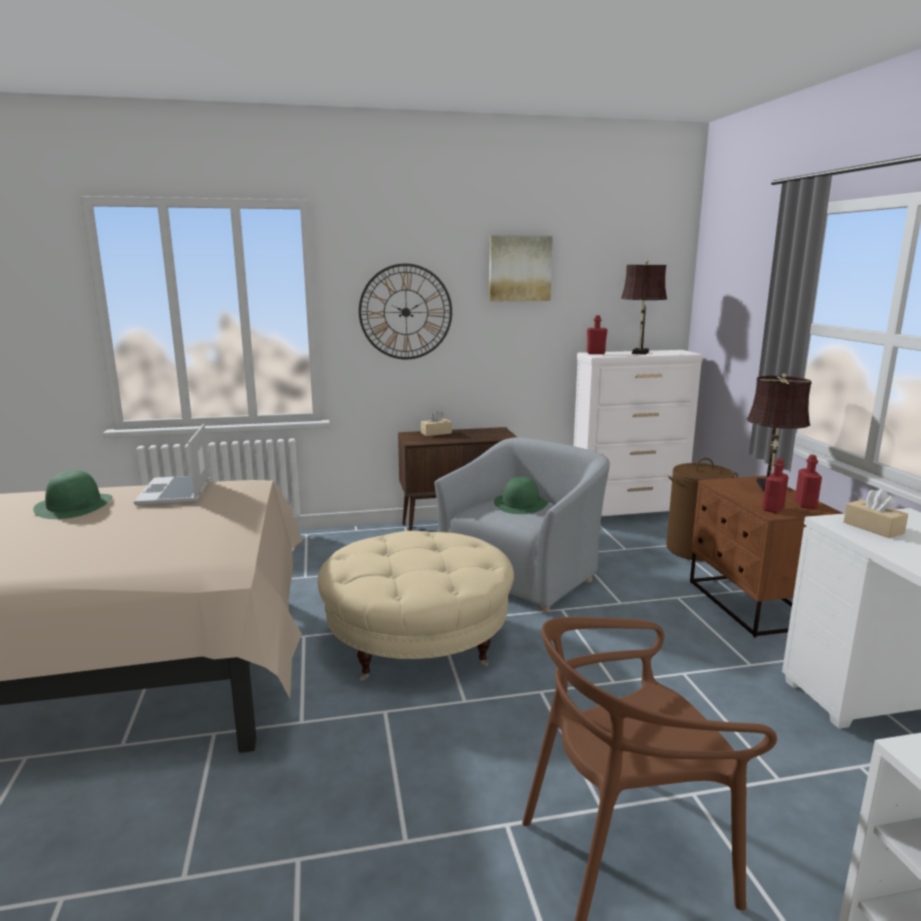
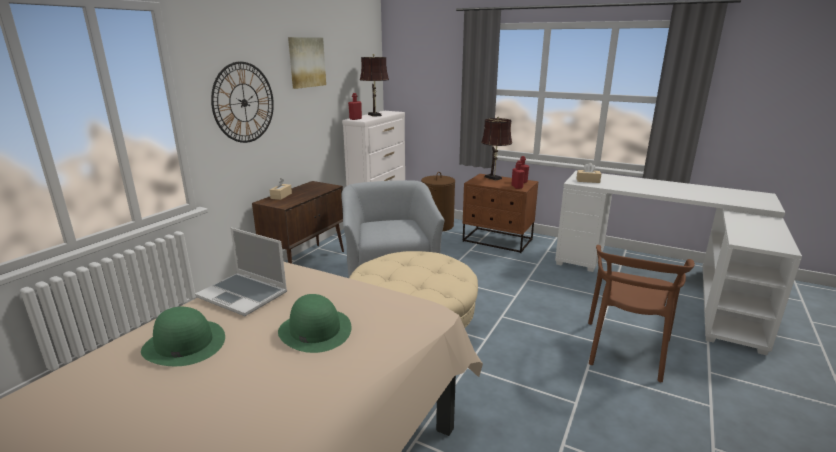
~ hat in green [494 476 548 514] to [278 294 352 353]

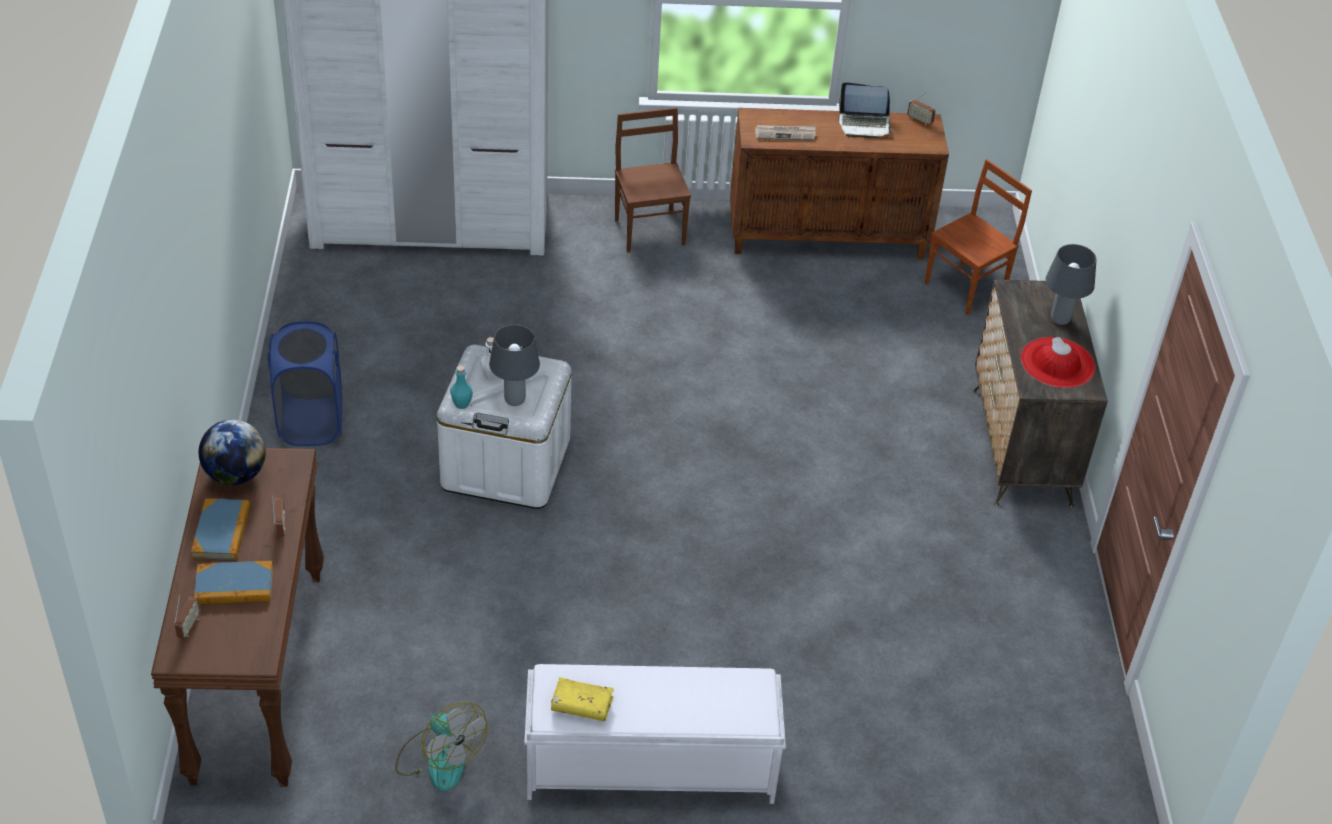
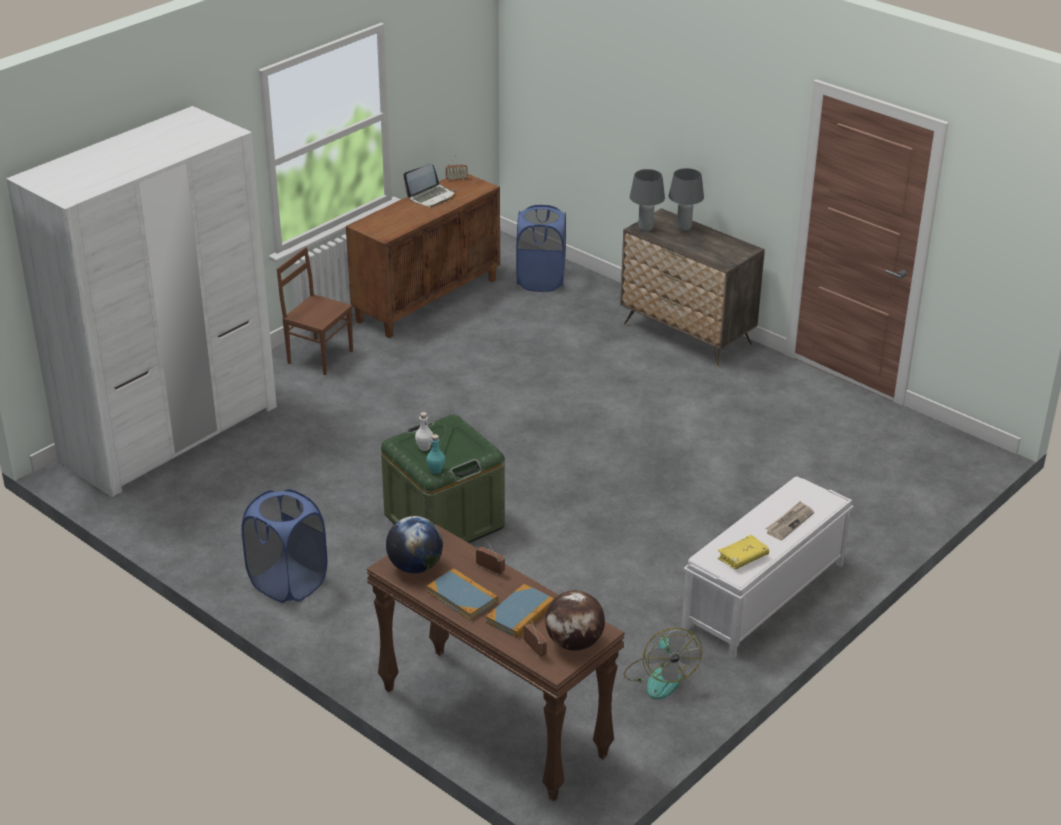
~ storage bin in whitish [437 345 571 509] to storage bin in green [381 415 505 543]
~ chair in brownish [925 159 1032 315] to washing basket in blue-coloured [516 205 566 292]
+ world globe [545 590 605 651]
~ cooling fan [395 702 487 791] = [623 628 702 699] 75 degrees clockwise
~ lamp for a table in greyish [489 324 540 406] to [630 169 665 232]
~ newspaper [755 125 816 141] to [766 501 814 541]
- hat in reddish [1021 337 1095 388]

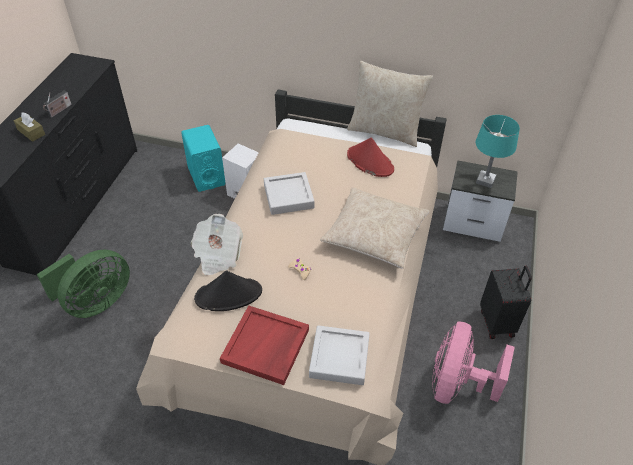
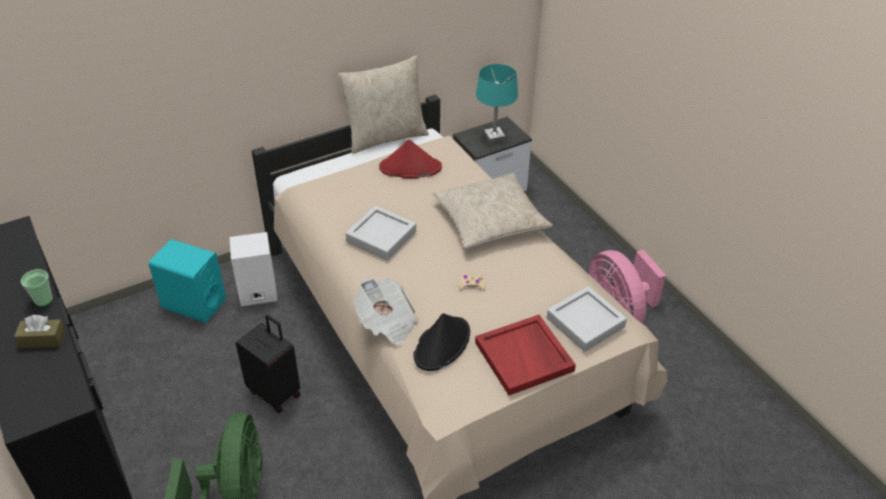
~ radio receiver [43 91 72 118] to cup [21 269 53 306]
~ suitcase in black [480 266 532 339] to [236 315 301 413]

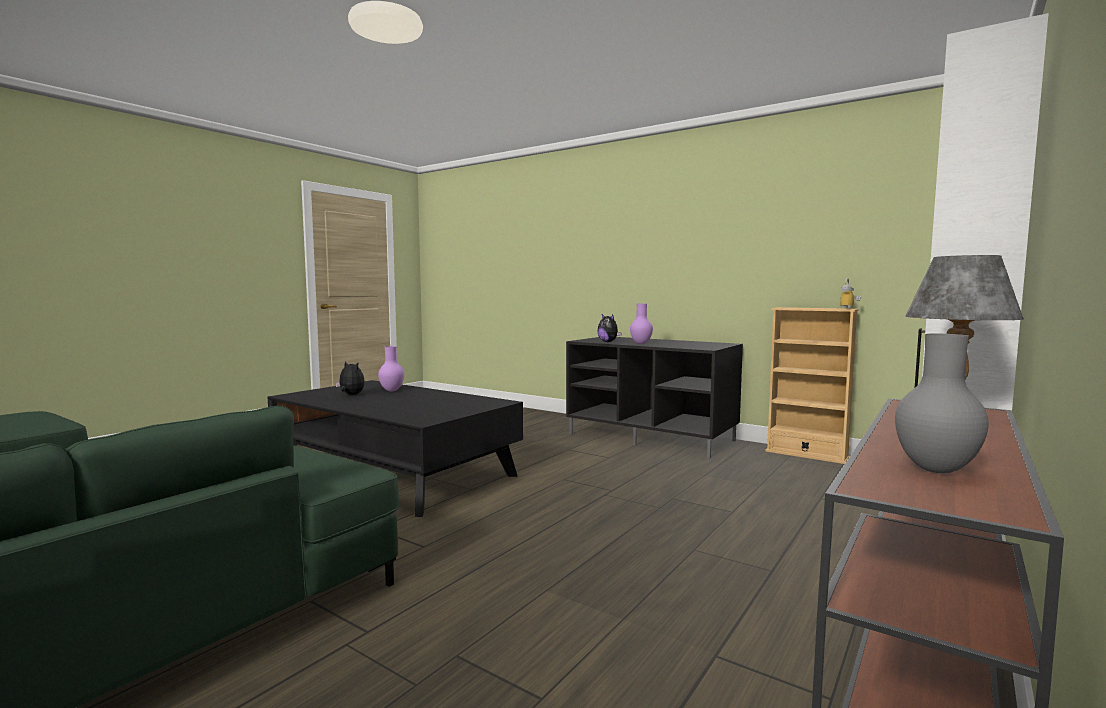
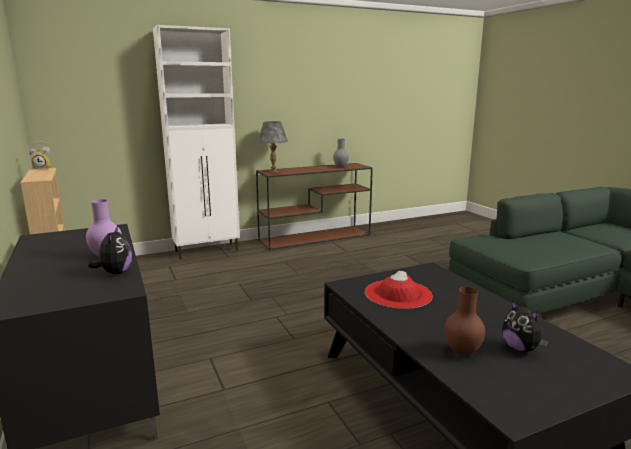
+ hat in reddish [365 271 433 309]
~ vase in purple [378 346 405 391] to vase in brownish [444 287 485 355]

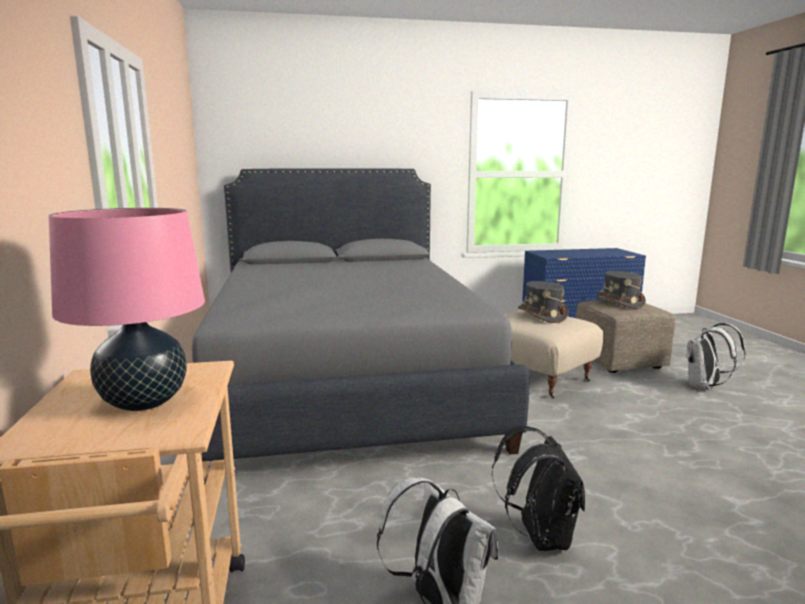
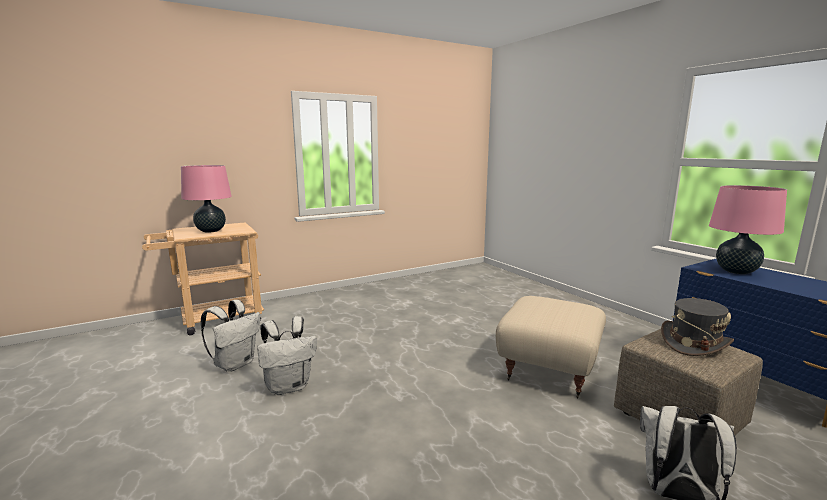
~ knapsack in black [492 426 585 551] to knapsack in whitish [257 316 317 395]
+ lamp for a table in pink [709 185 787 274]
- sleeping bed in greyish [192 168 529 484]
- hat in greyish [518 281 569 323]

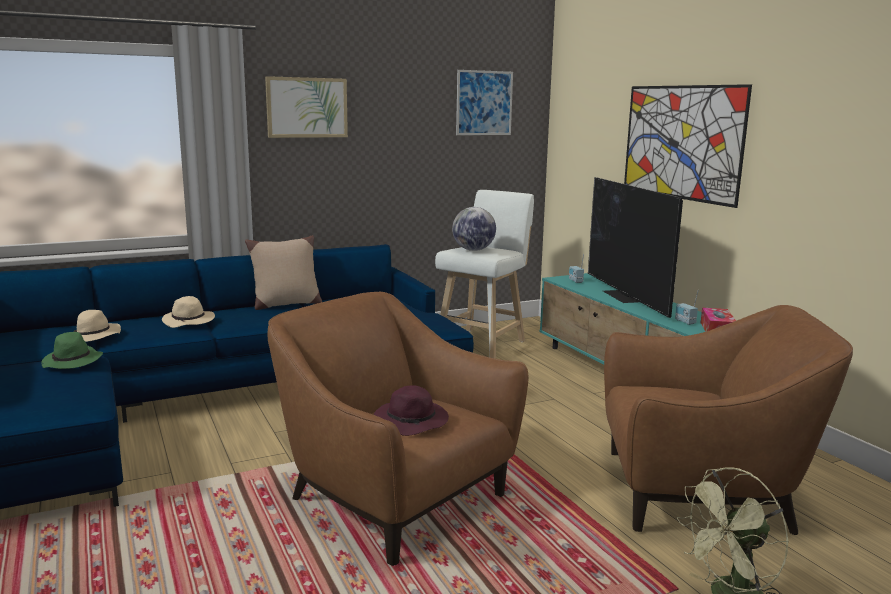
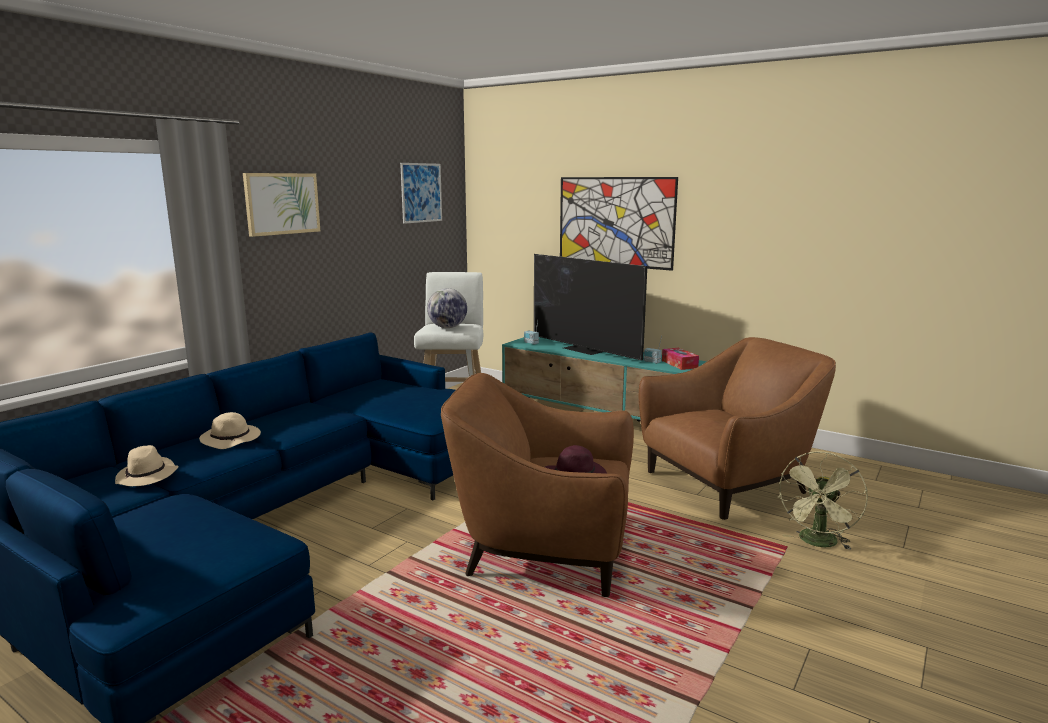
- hat in green [41 332 103 369]
- cushion in beige-coloured [245 235 322 310]

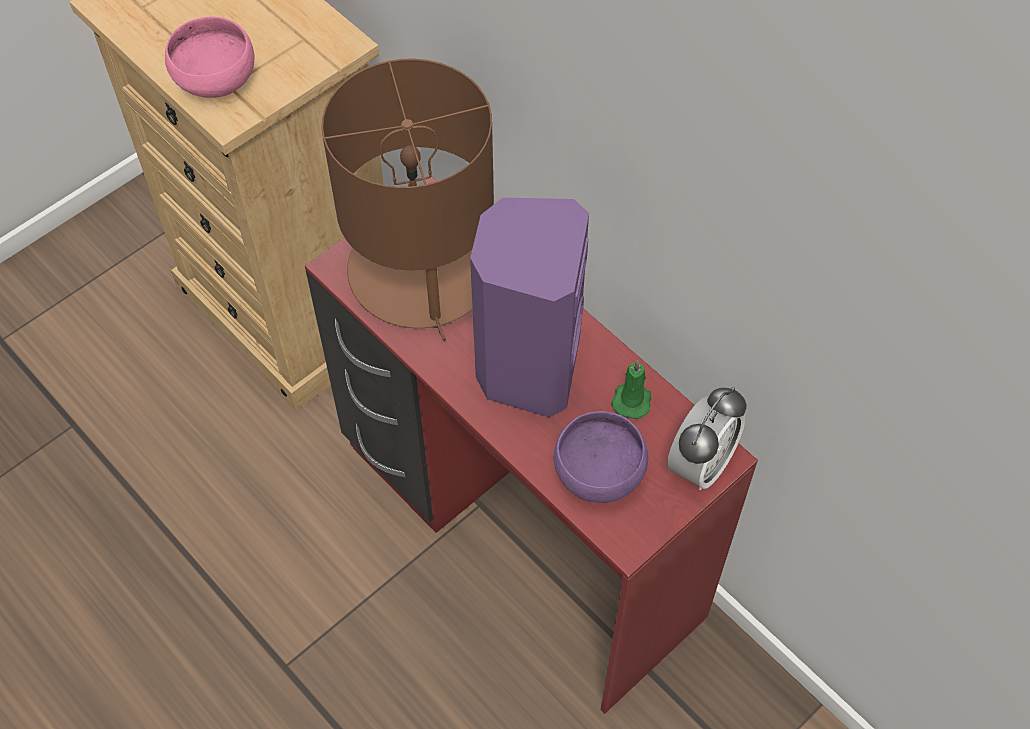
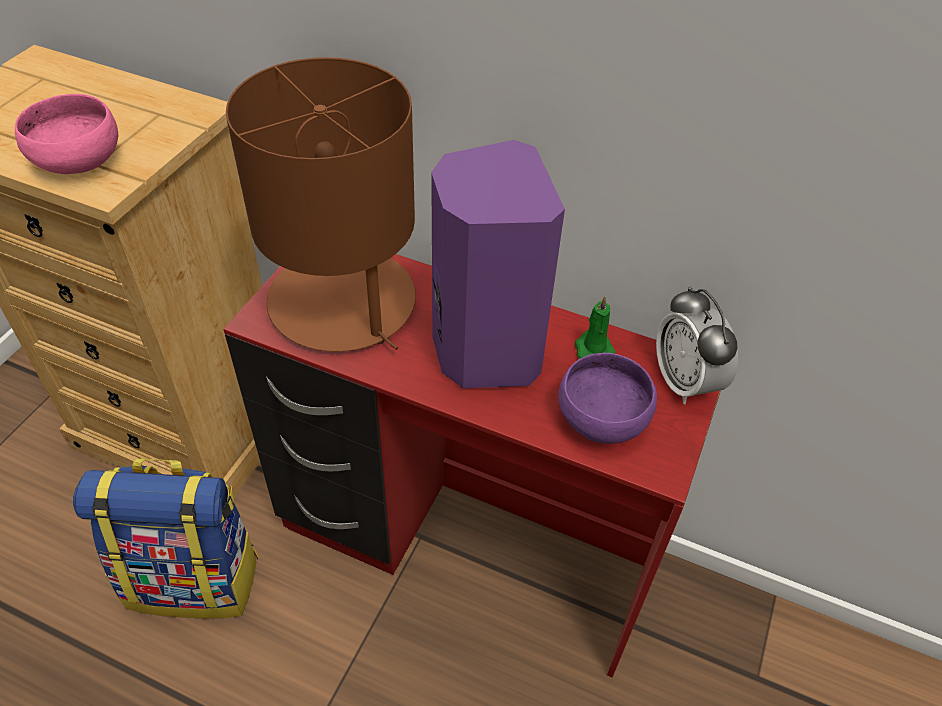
+ knapsack [73 458 259 619]
~ bedside clock [667 387 747 490] = [656 287 738 404] 150 degrees clockwise

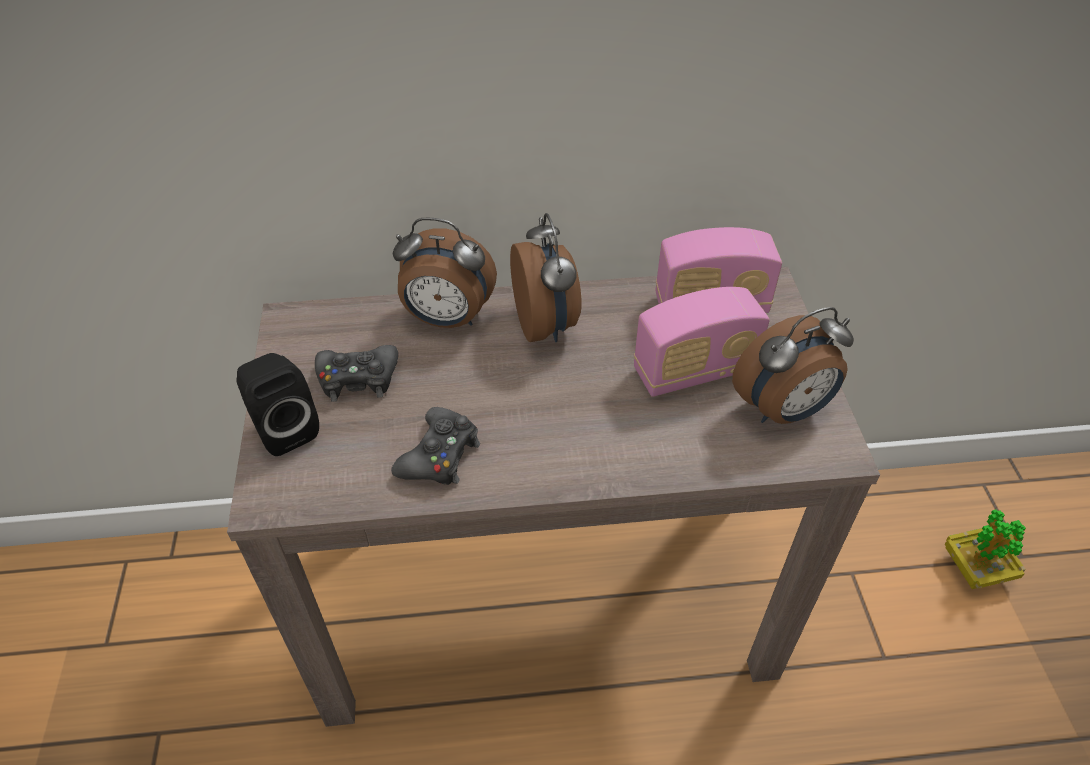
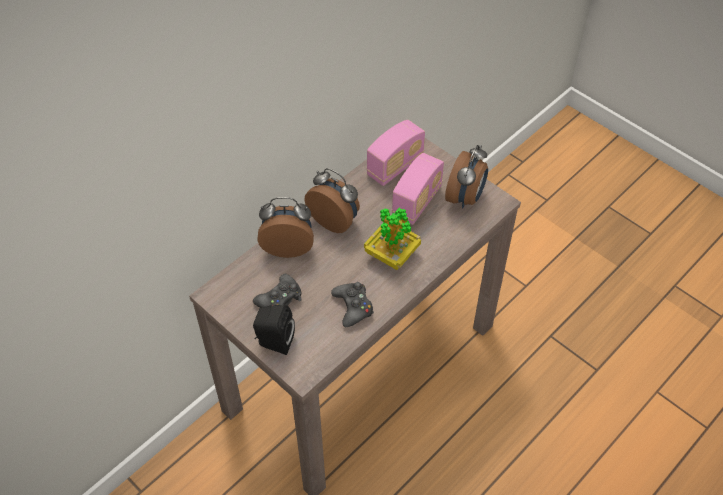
~ bedside clock [393 218 497 328] = [257 197 314 258] 150 degrees counterclockwise
~ potted plant [945 510 1026 589] to [364 208 421 270]

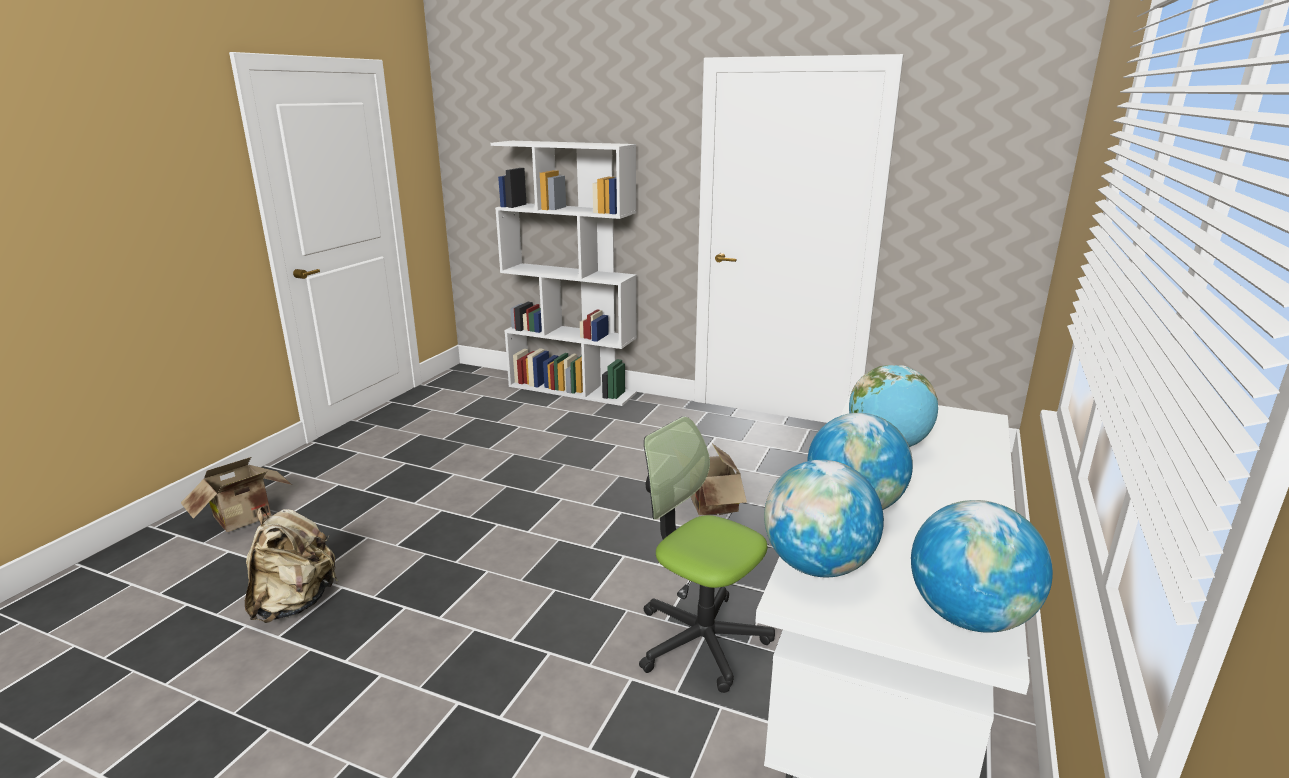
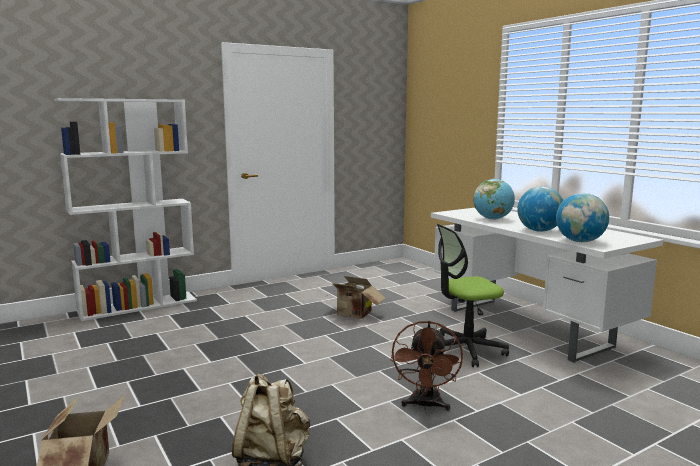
+ cooling fan in brownish [391 321 463 411]
- world globe [911 500 1053 633]

